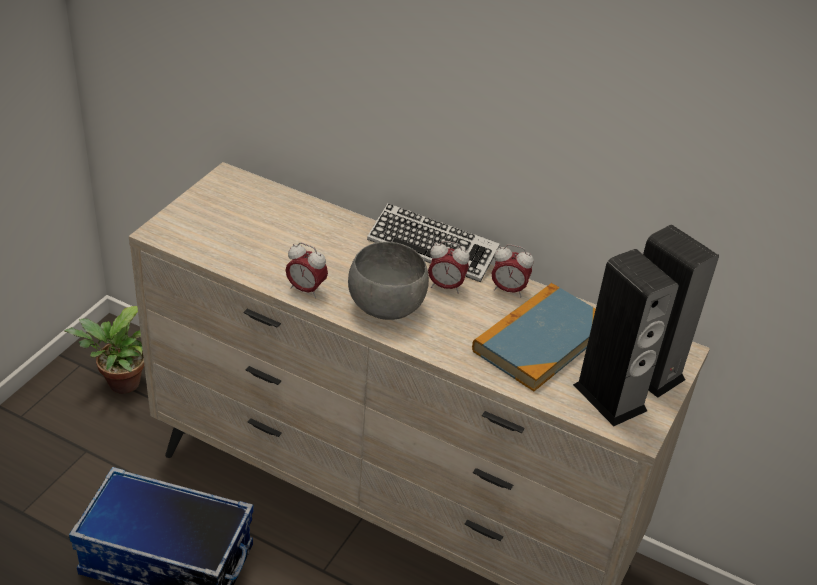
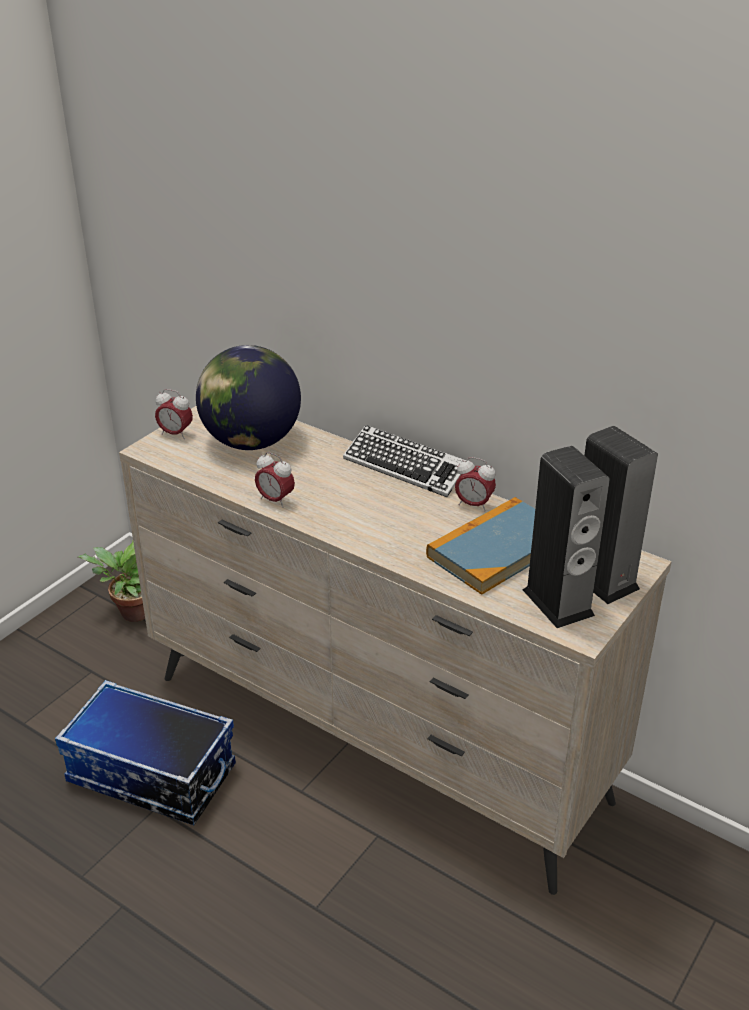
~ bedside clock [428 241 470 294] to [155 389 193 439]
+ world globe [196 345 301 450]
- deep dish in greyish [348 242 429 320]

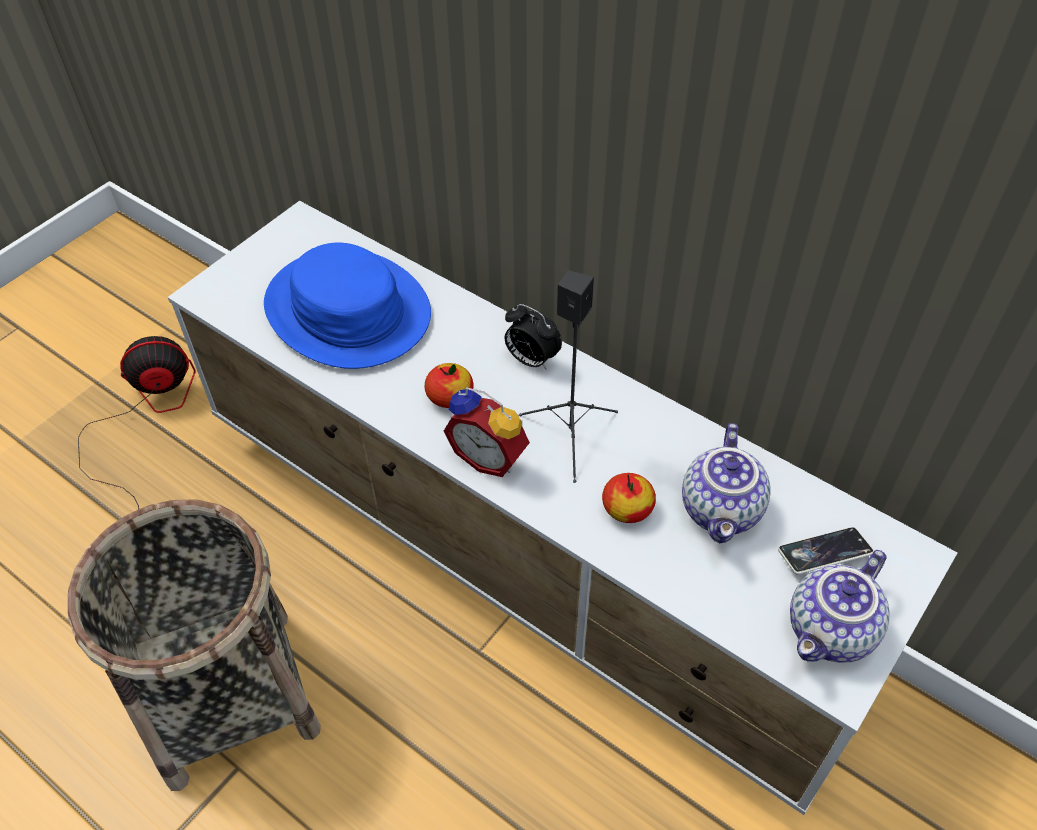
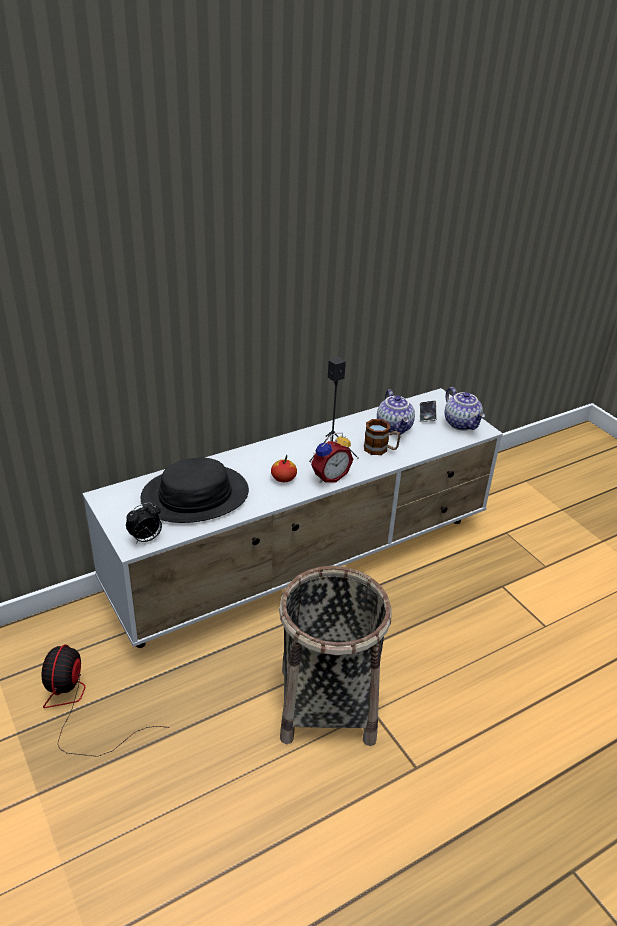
~ bedside clock [504 304 562 370] to [126 502 162 544]
~ hat in blue-coloured [264 243 431 369] to hat in black [141 458 249 523]
~ apple [602 473 656 523] to coffee mug [364 419 401 455]
~ tea pot [682 423 770 543] = [377 389 415 435] 45 degrees clockwise

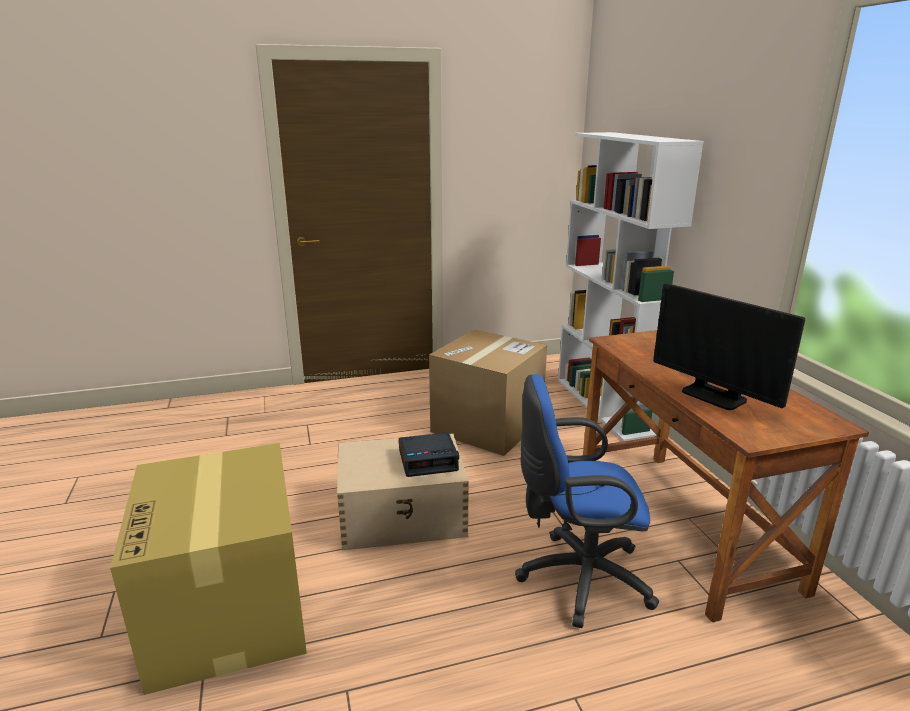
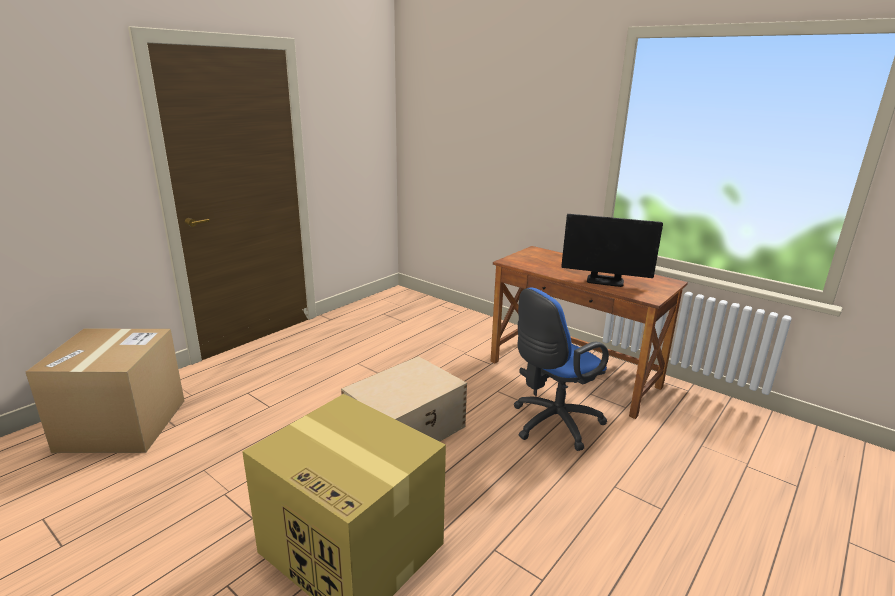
~ carton [429 329 547 456] to [26 328 184 453]
- bedside clock [399 432 459 477]
- bookcase in whitish [558 132 704 442]

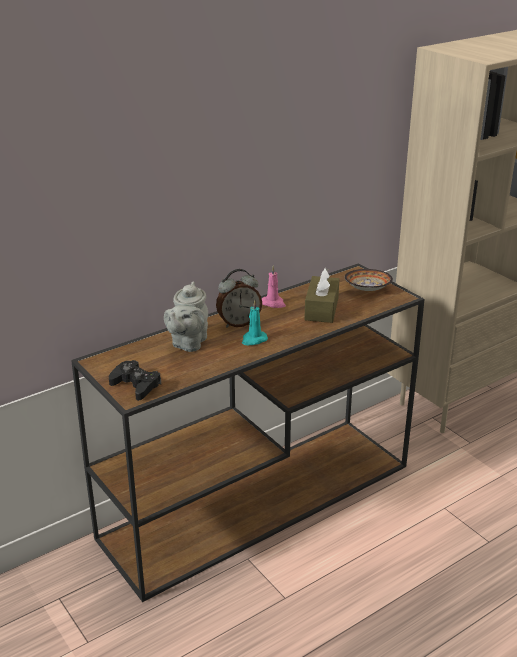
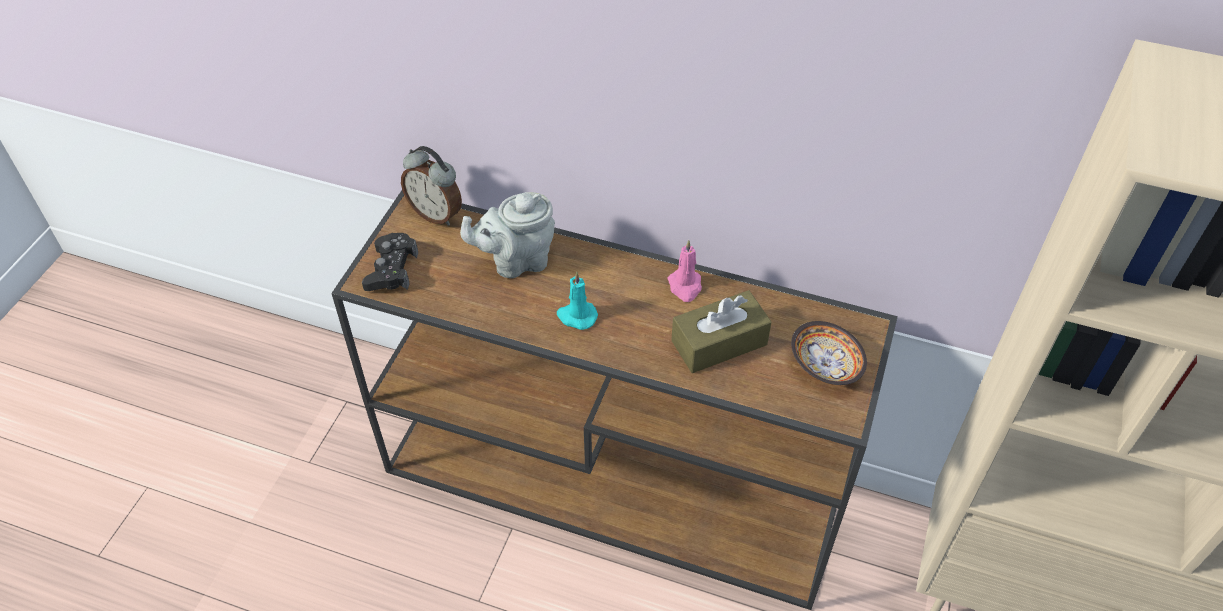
~ bedside clock [216 269 262 328] to [401 146 462 226]

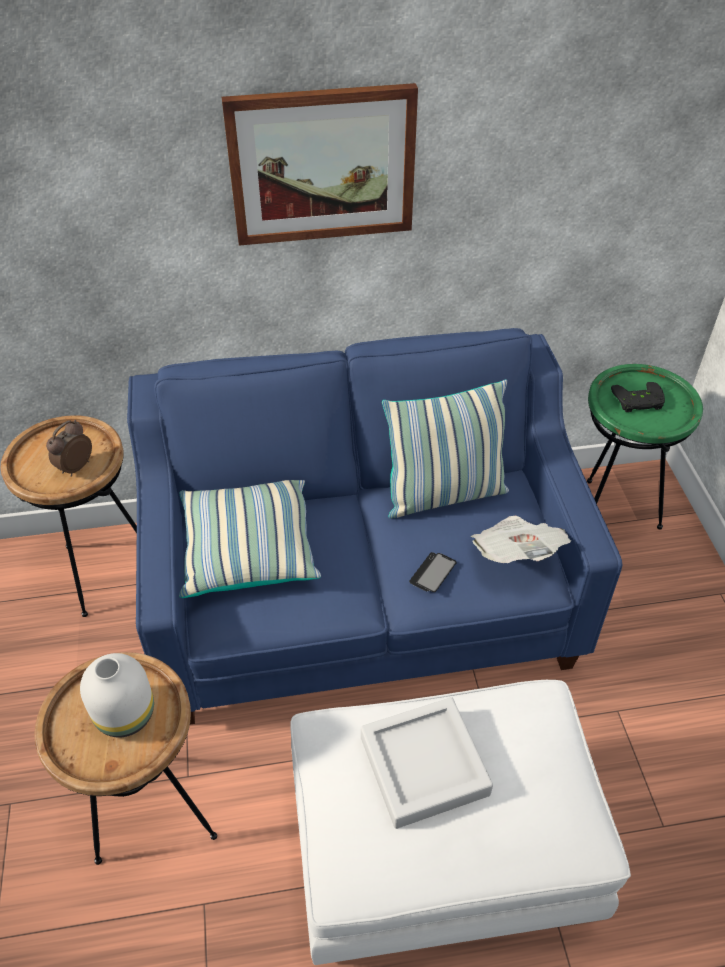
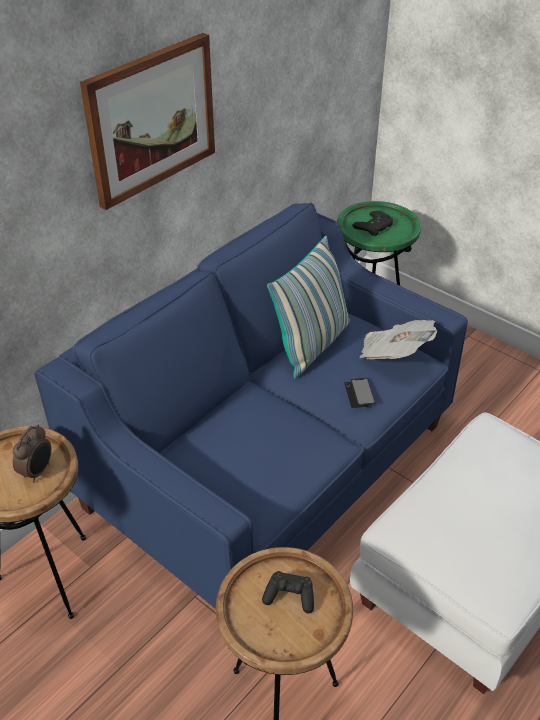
~ bedside clock [46 420 92 477] = [13 424 51 483] 150 degrees counterclockwise
~ vase in whitish [80 653 154 738] to joypad in black [262 571 314 613]
- cushion [179 480 321 598]
- serving tray in greyish [361 697 493 829]

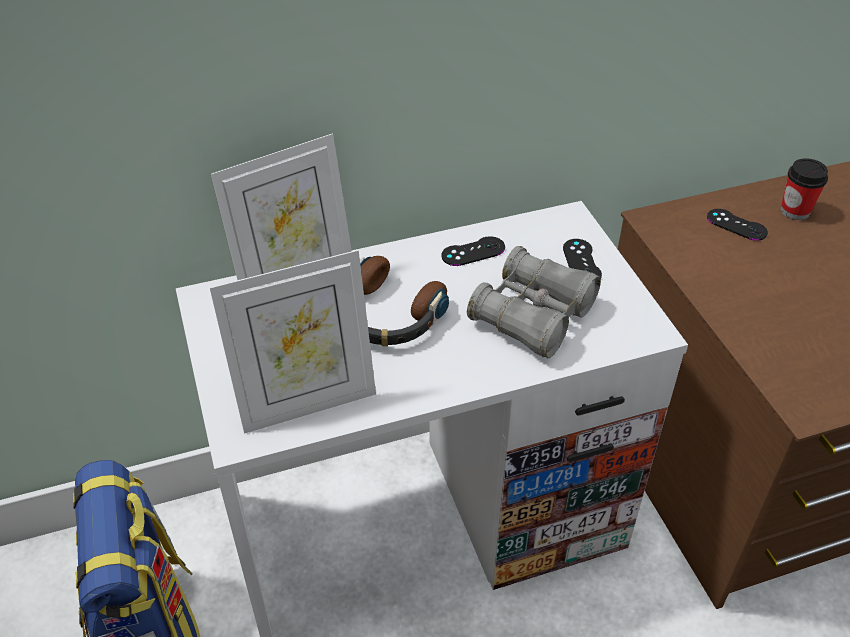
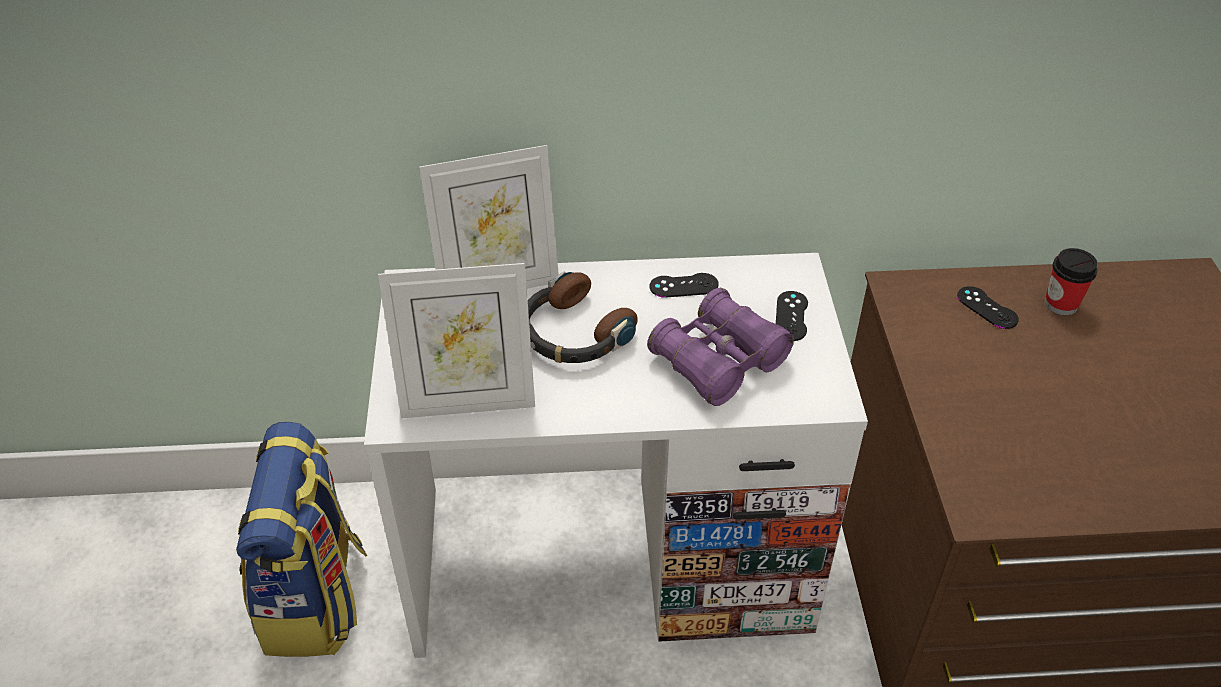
~ binoculars in greyish [467 246 601 358] to binoculars in purple [647 288 794 406]

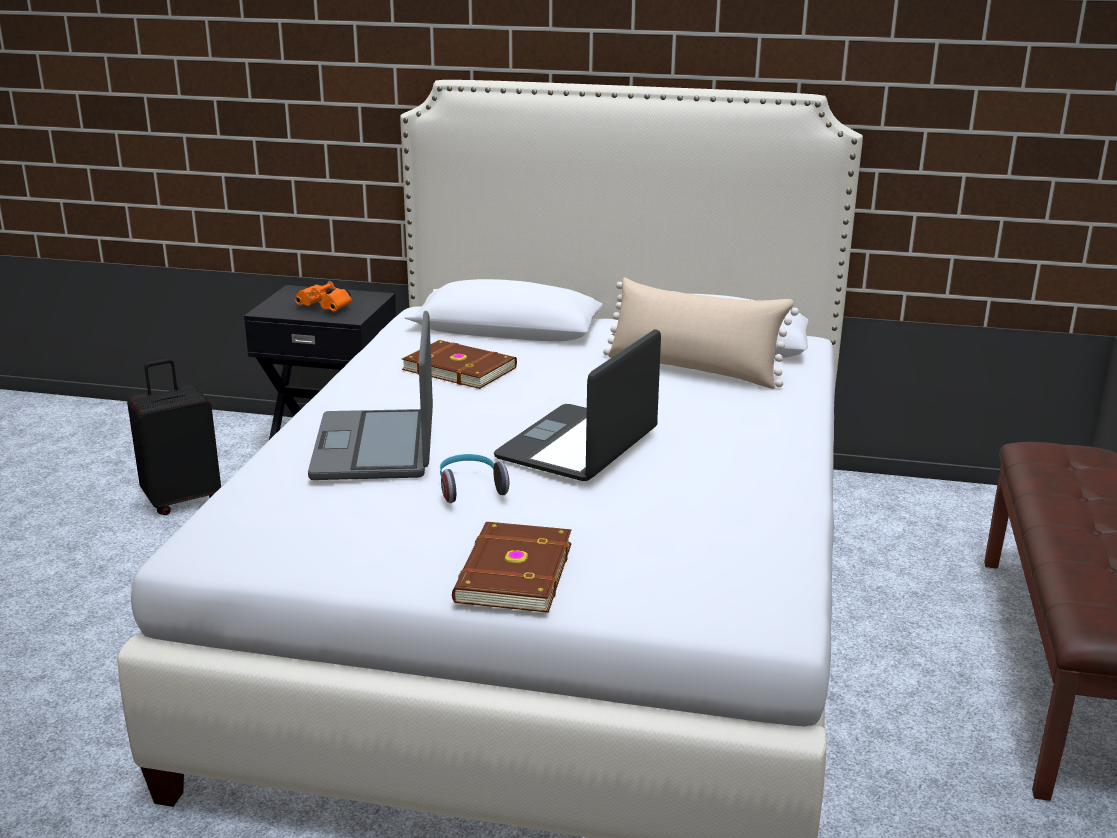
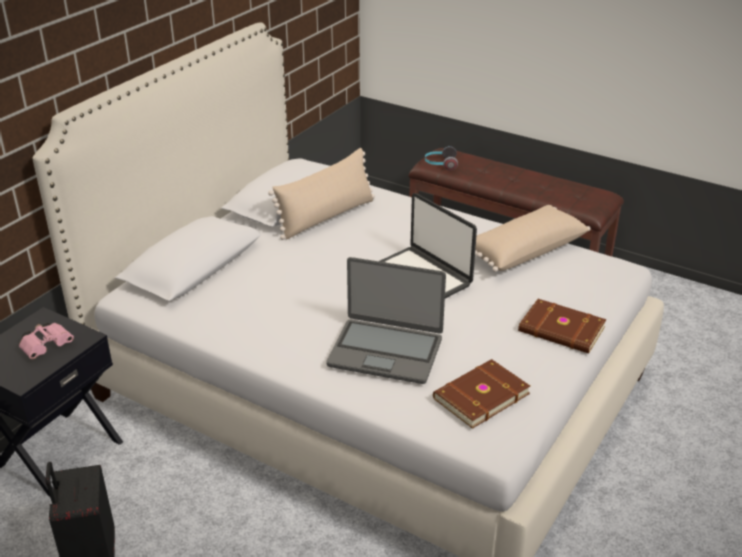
~ binoculars in orangey [295 281 352 311] to binoculars in pink [19 323 74 359]
~ headset [440 454 509 503] to [425 146 458 170]
~ volume in brownish [402 340 517 389] to [433 359 530 429]
+ cushion in beige-coloured [475 205 591 272]

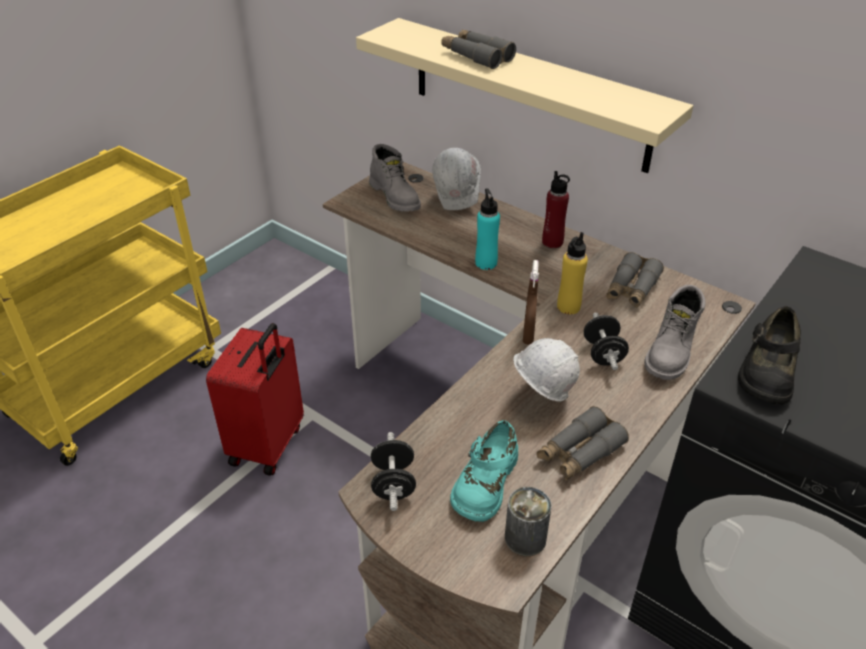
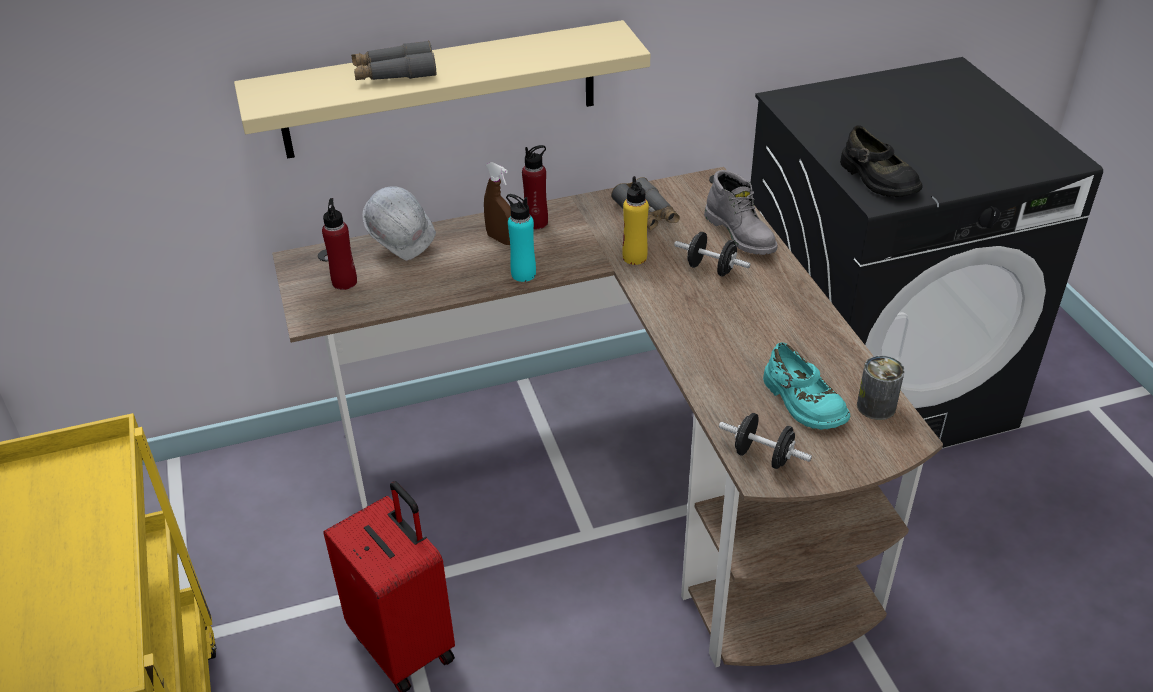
~ tall boot in greyish [369 144 421 212] to bottle in reddish [322 198 357 290]
~ spray bottle in brownish [523 260 539 345] to [484 162 511 245]
- work helmet in whitish [513 338 580 402]
- binoculars in greyish [536 406 629 481]

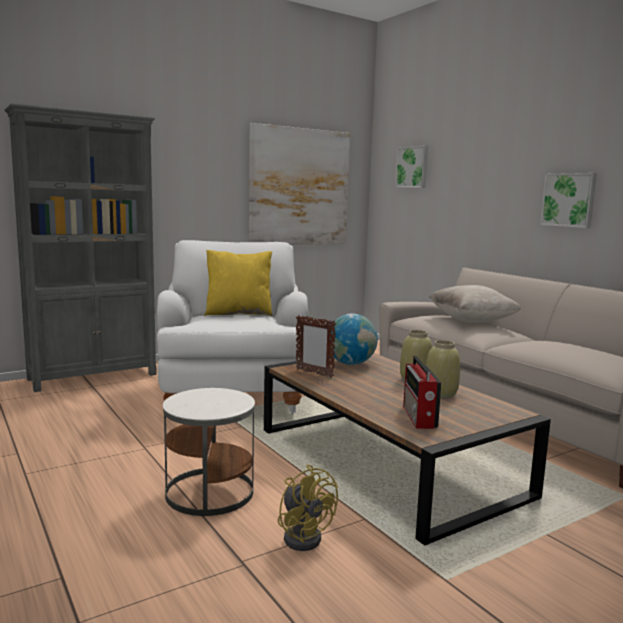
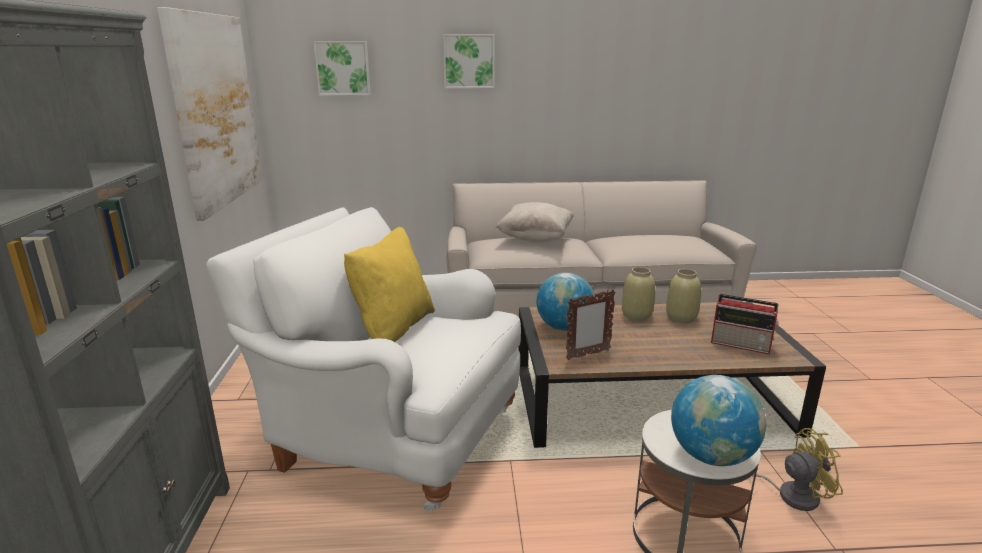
~ wall picture [540 173 597 228] to [443 34 495 88]
+ world globe [671 375 766 466]

